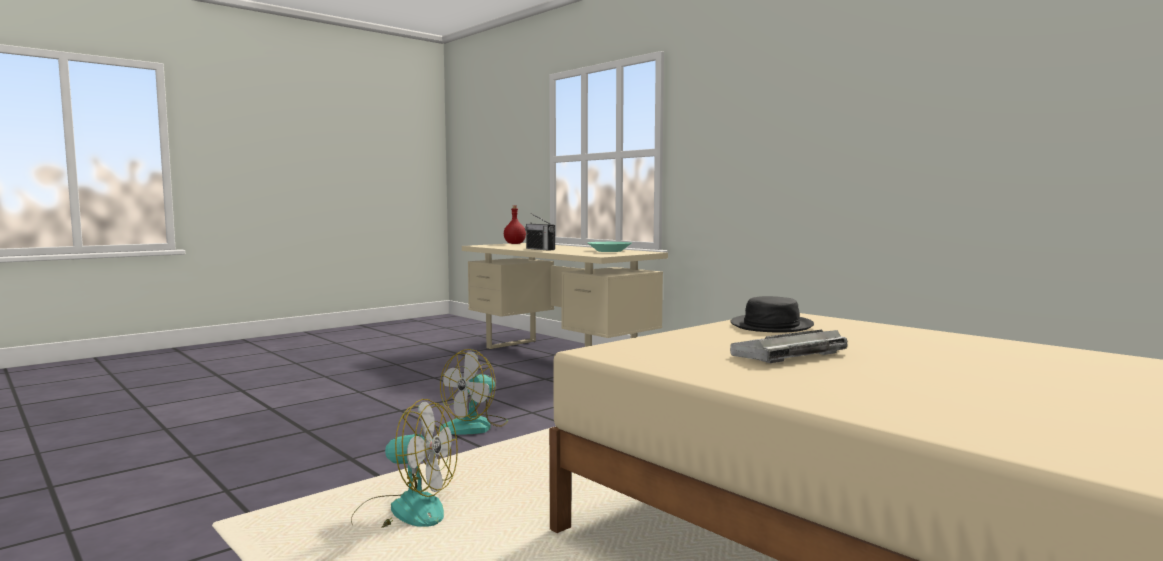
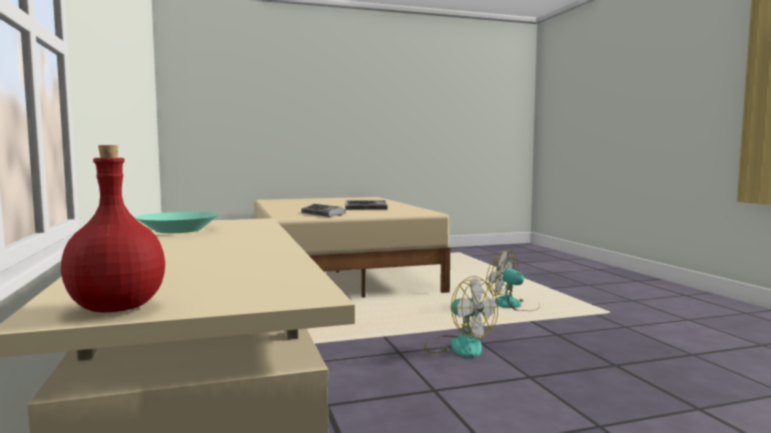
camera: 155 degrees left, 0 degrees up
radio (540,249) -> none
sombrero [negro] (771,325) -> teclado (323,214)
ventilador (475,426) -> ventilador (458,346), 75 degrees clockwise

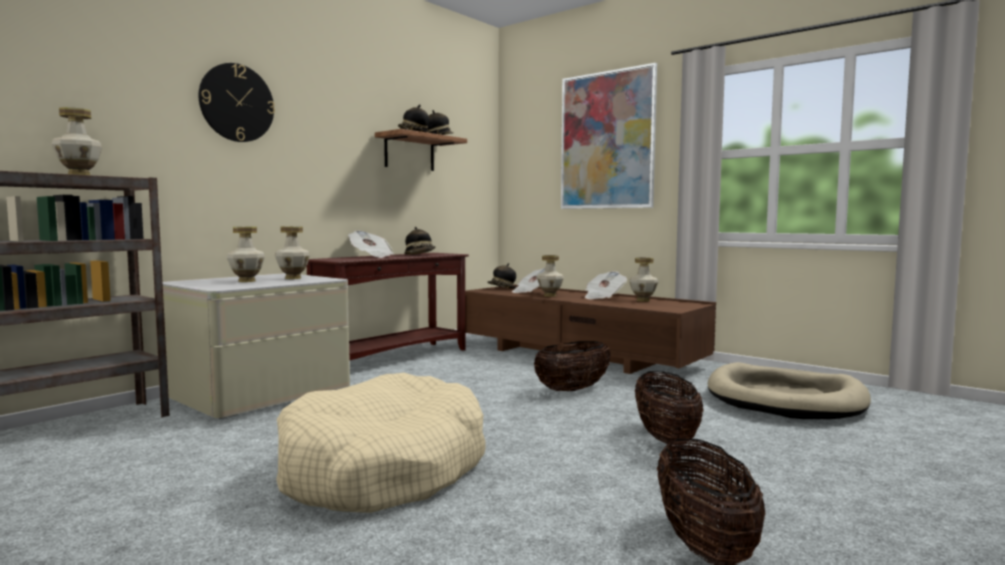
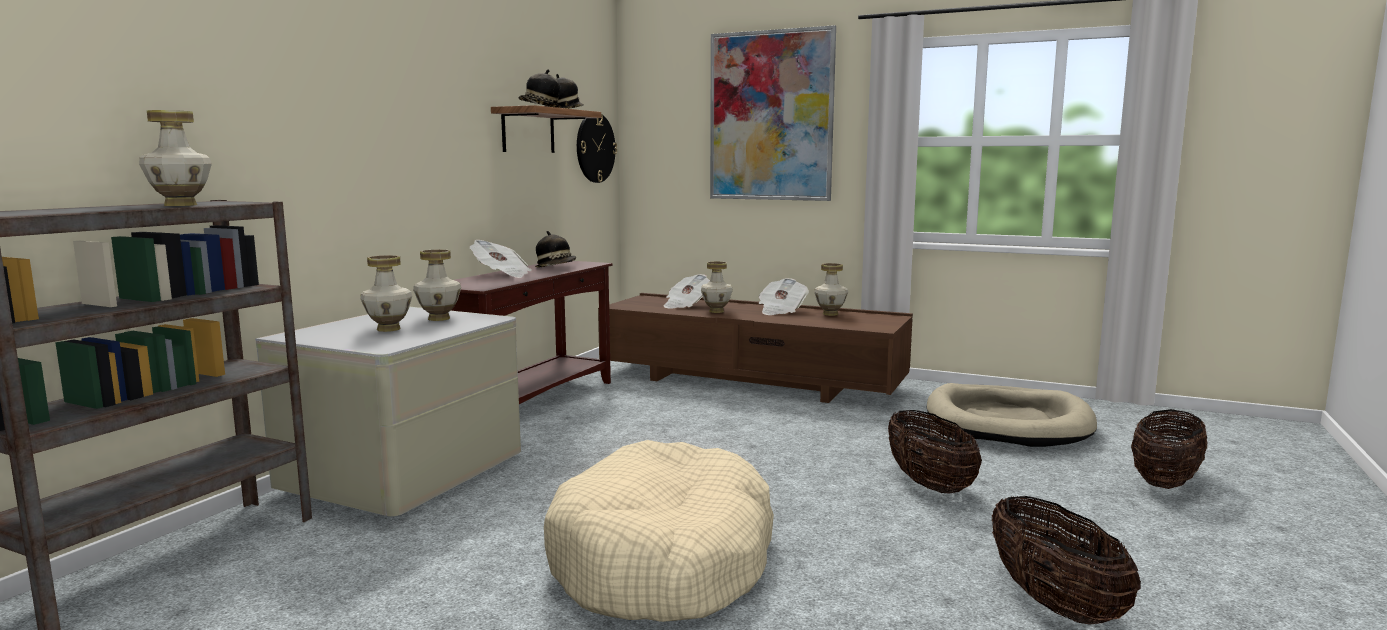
camera: 15 degrees left, 5 degrees up
sombrero (502,288) -> none
reloj de pared (237,103) -> reloj de pared (595,148), shifted
cesta (572,390) -> cesta (1164,482), shifted

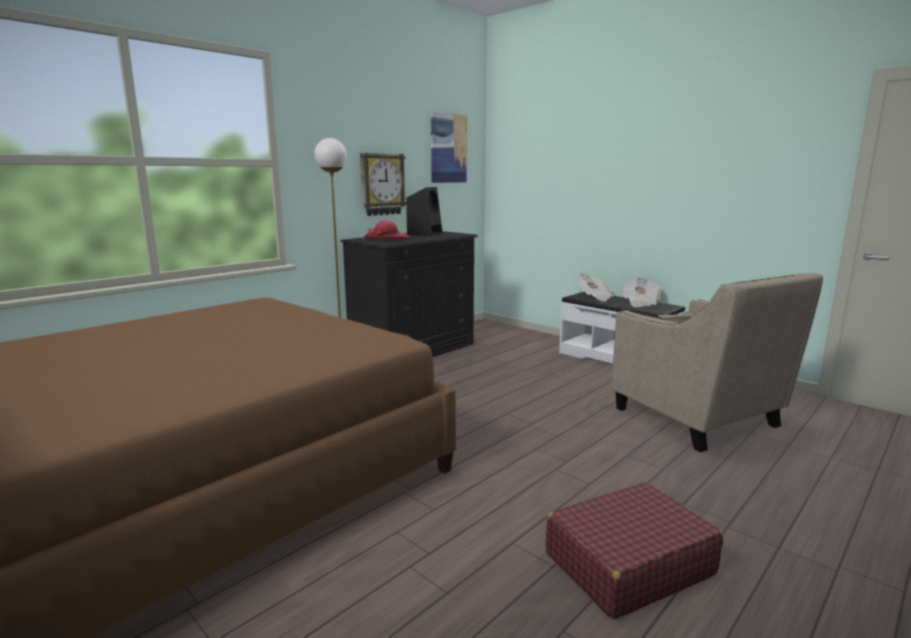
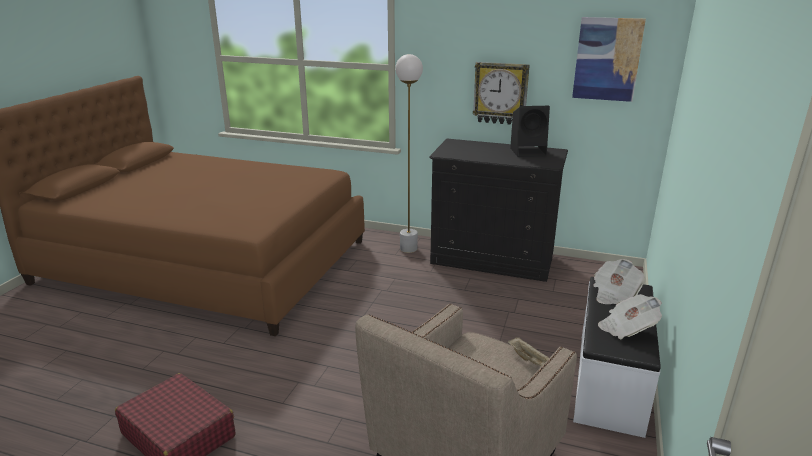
camera: 65 degrees right, 10 degrees up
sombrero (387,239) -> none

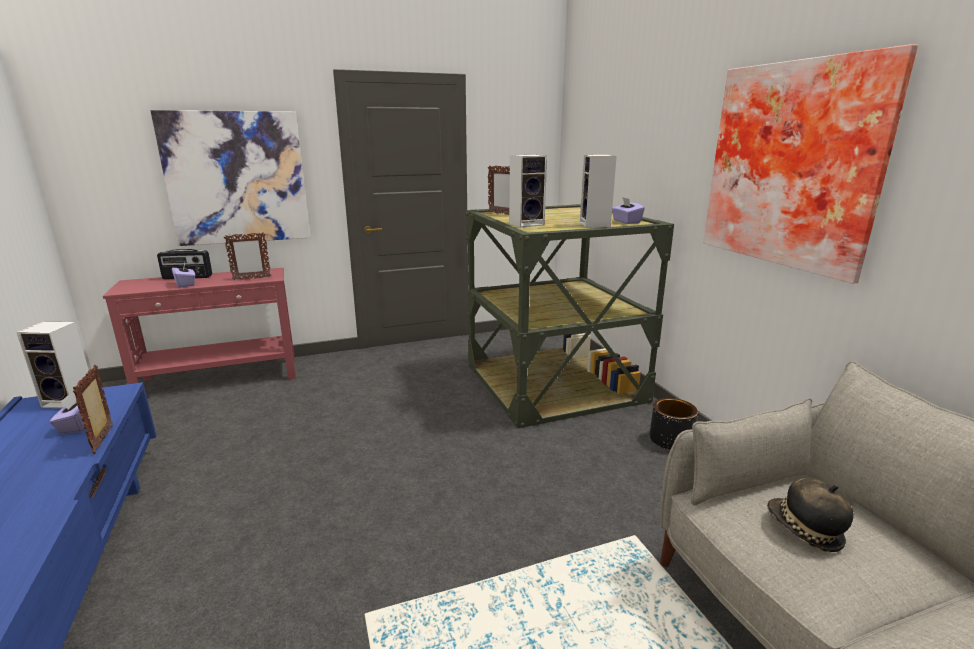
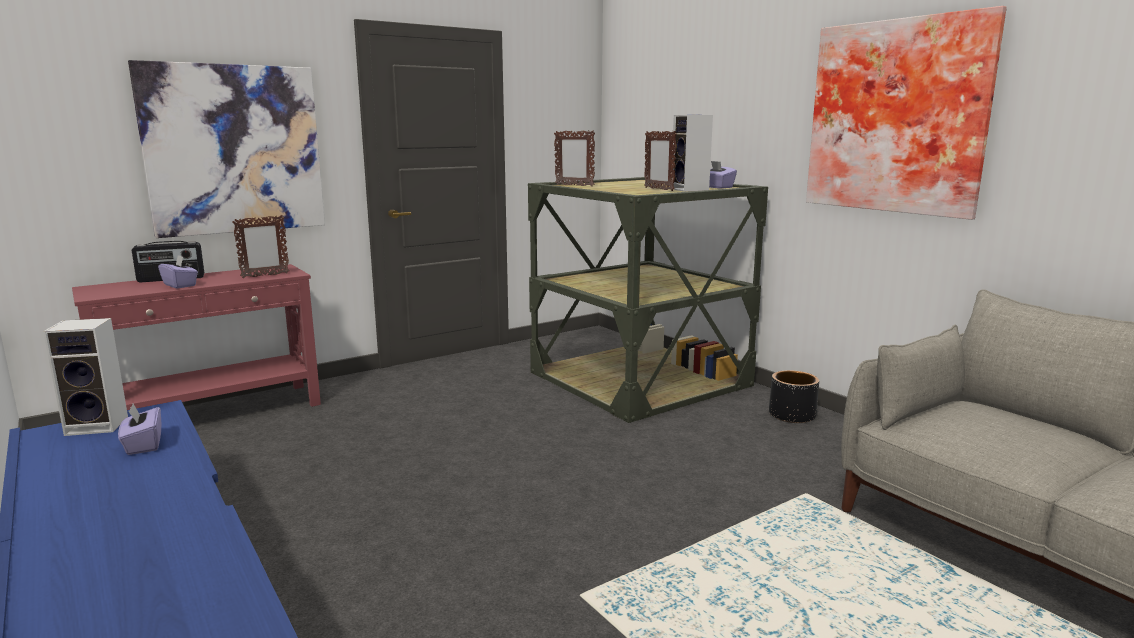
camera: 15 degrees left, 5 degrees down
altavoz (527,224) -> none
sombrero (804,530) -> none
portarretratos (104,439) -> portarretratos (658,189), shifted

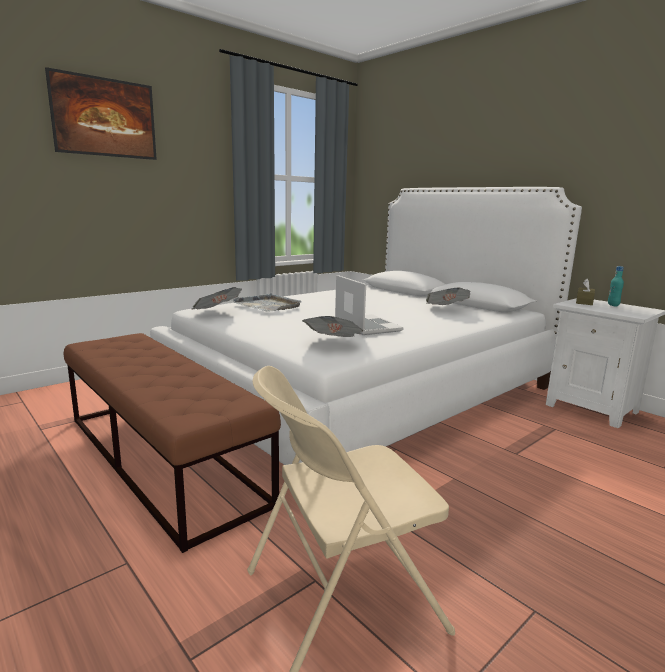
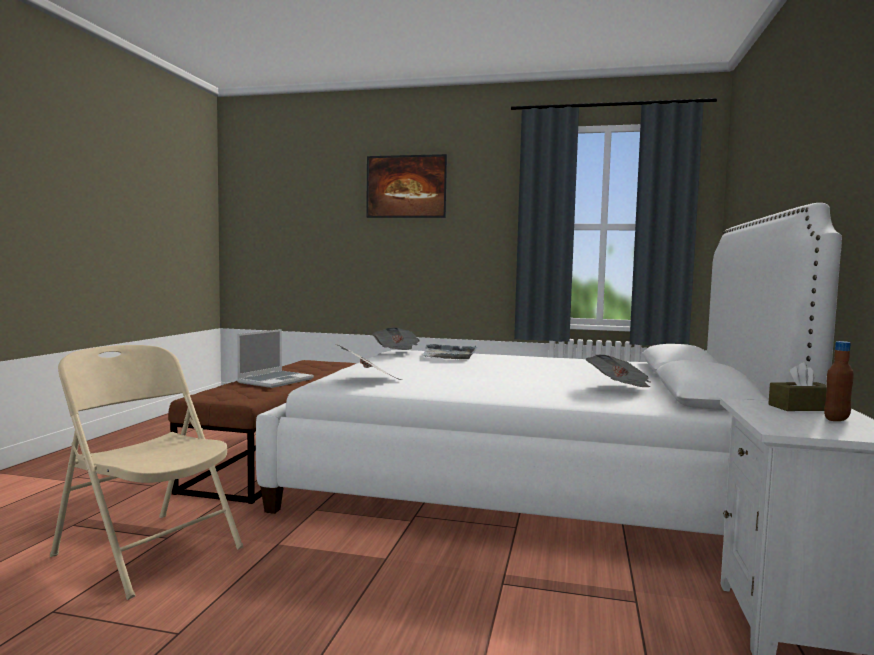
camera: 55 degrees right, 10 degrees down
portátil (365,326) -> portátil (275,380), shifted
botella [turquesa] (613,305) -> botella [marrón] (836,419)

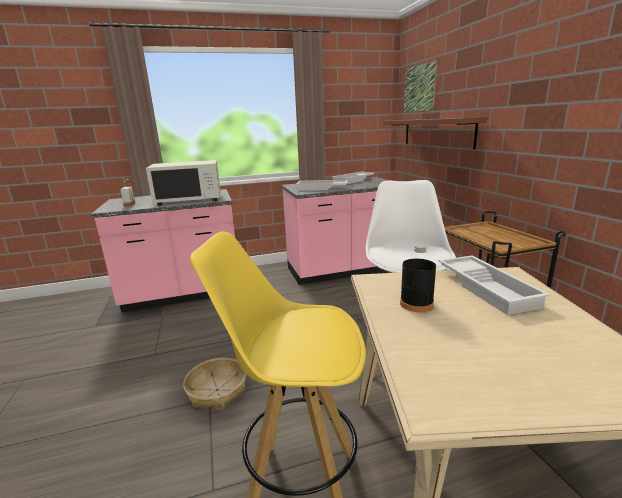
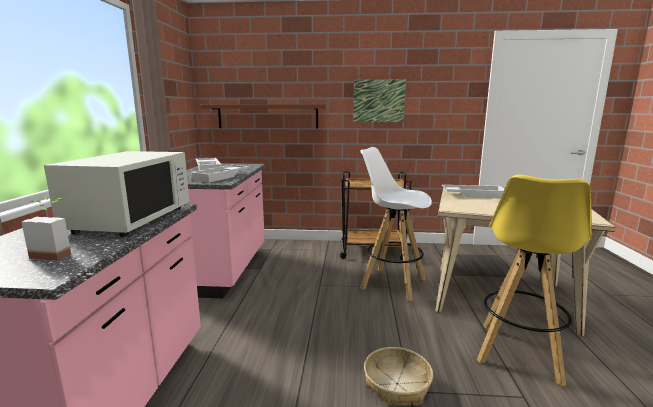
camera: 70 degrees left, 5 degrees down
botella [negro] (416,304) -> none
cuadro (419,88) -> cuadro (379,100), shifted

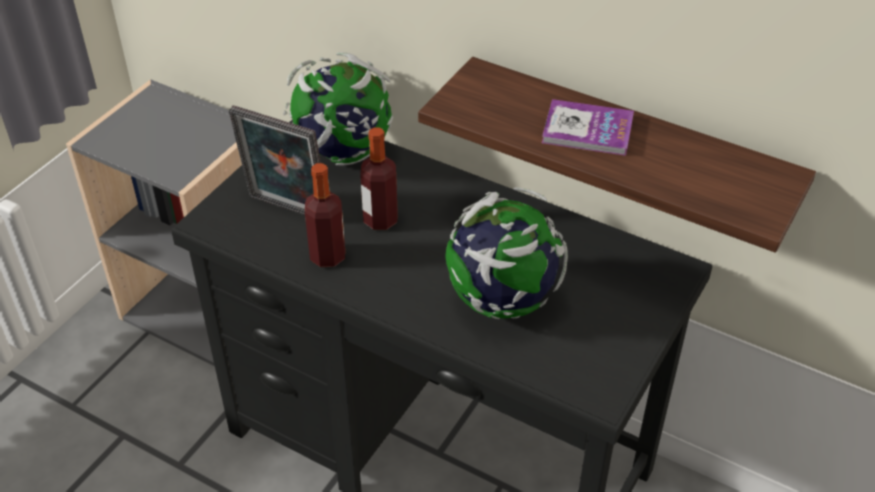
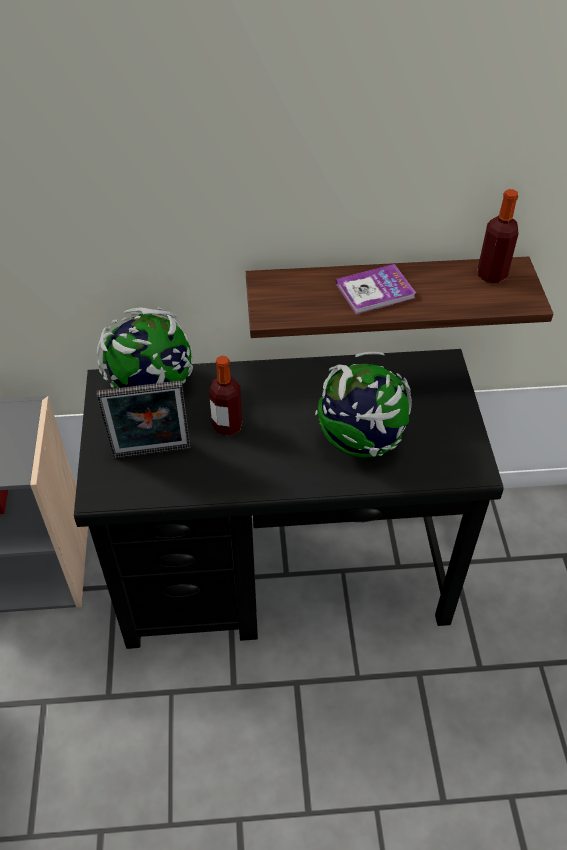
camera: 35 degrees left, 5 degrees up
botella (328,256) -> botella (491,275), shifted

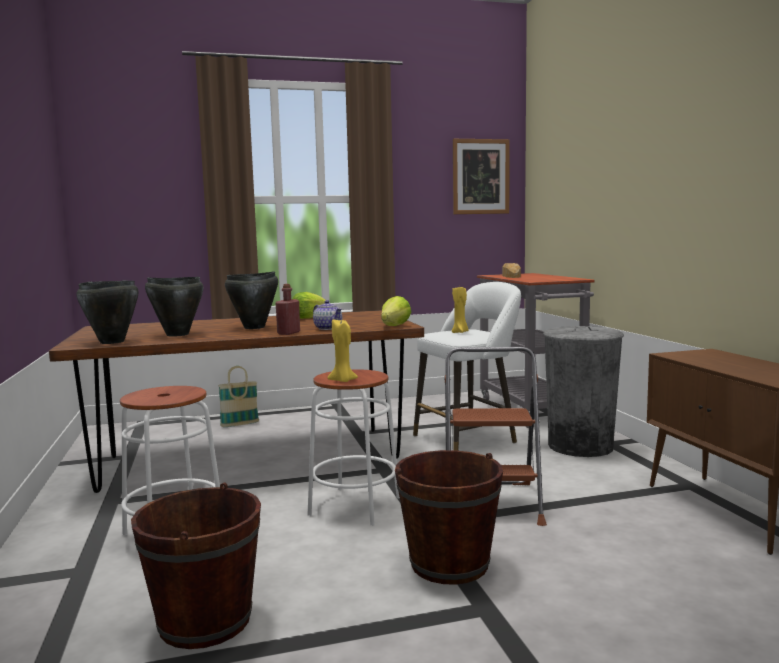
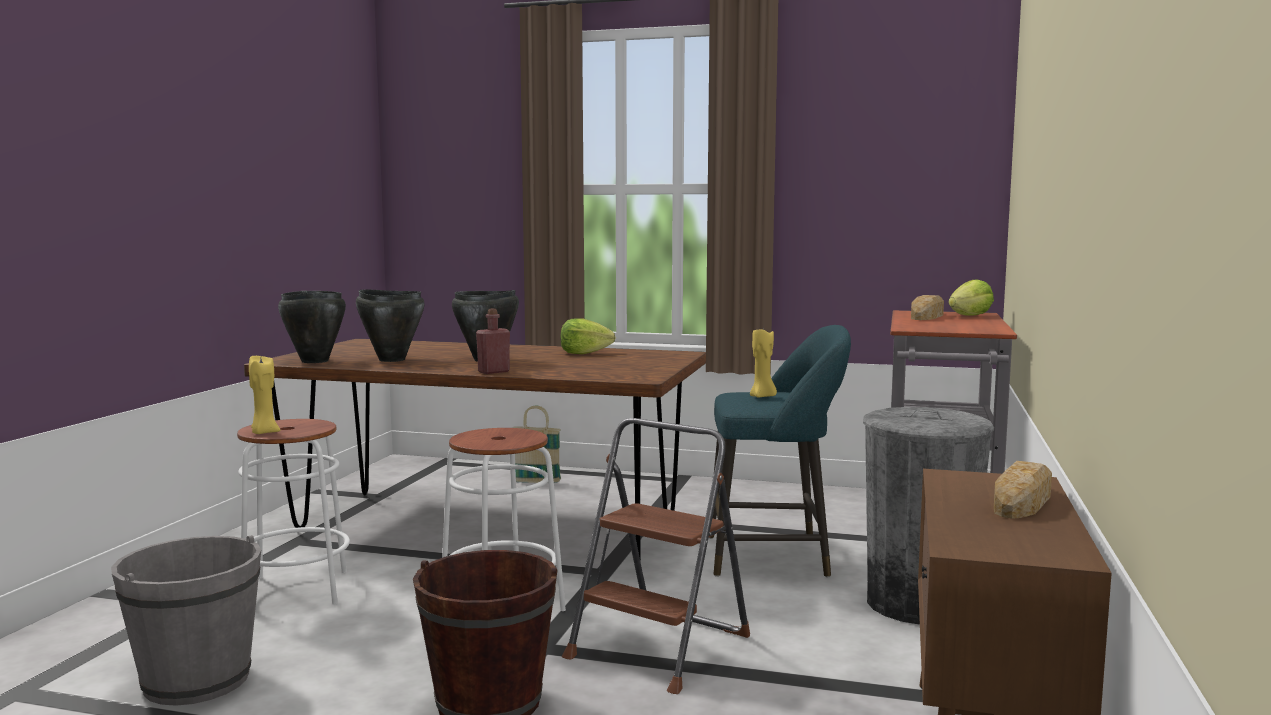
camera: 30 degrees right, 0 degrees up
tetera (328,328) -> none
cuadro (480,176) -> none
none -> pan (1023,501)
vela [amarillo] (343,381) -> vela [amarillo] (264,432), shifted
lechuga (394,326) -> lechuga (969,316), shifted
cubo [marrón] (205,621) -> cubo [gris] (196,681)
taburete [blanco] (469,438) -> taburete [turquesa] (775,556)

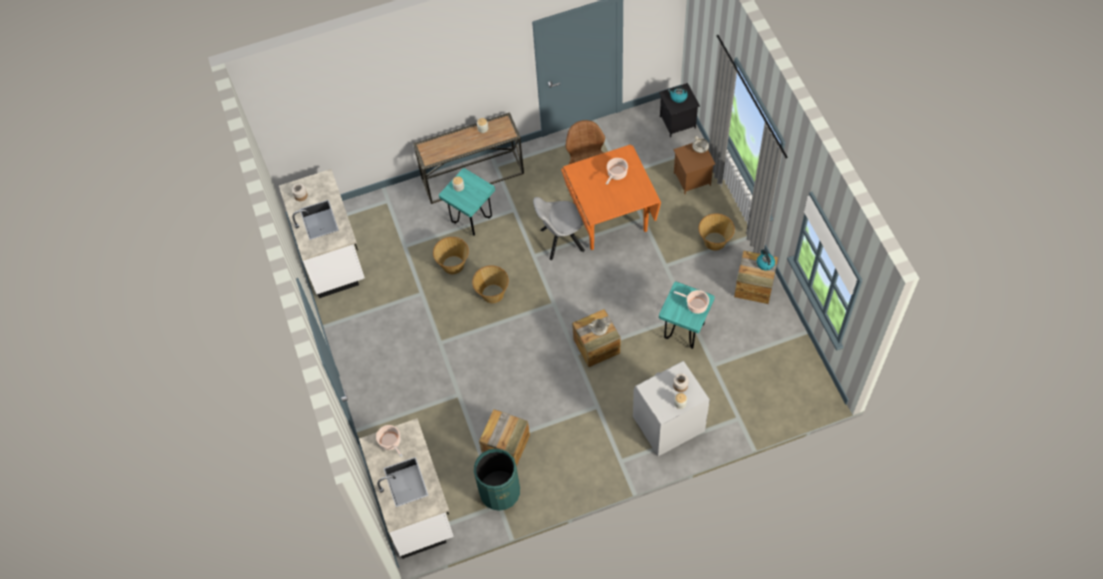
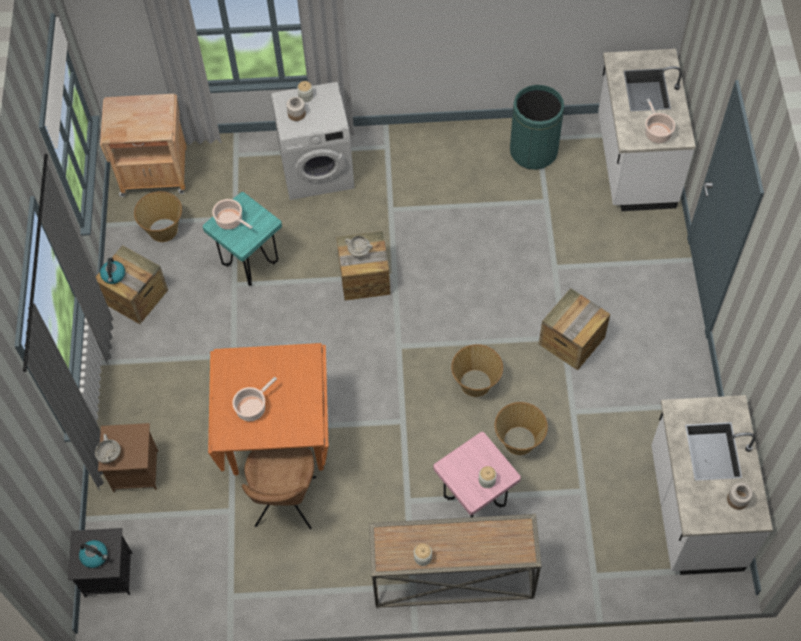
camera: 165 degrees left, 0 degrees up
silla [gris] (560,240) -> none
none -> carrito [marrón] (156,174)
caja de embalaje (506,445) -> caja de embalaje (571,340), shifted
cesta (714,241) -> cesta (163,229), shifted
taburete [turquesa] (472,220) -> taburete [rosa] (474,503)

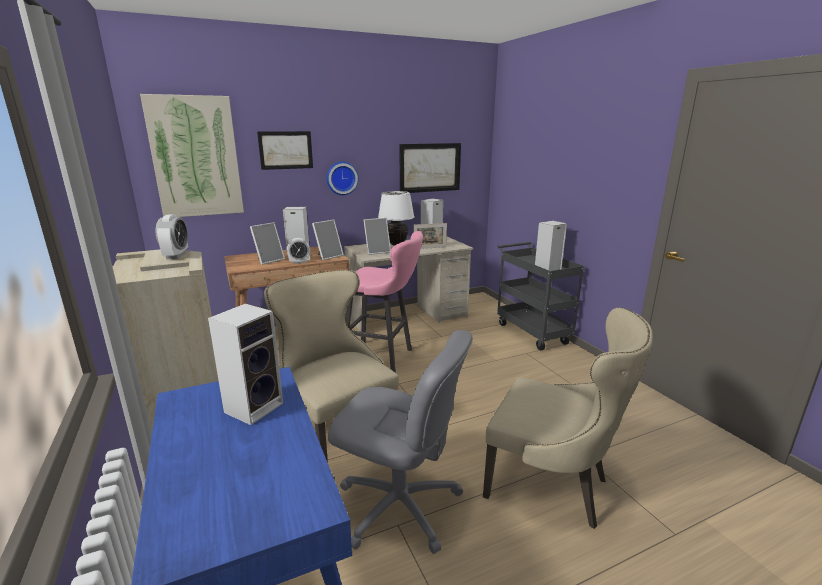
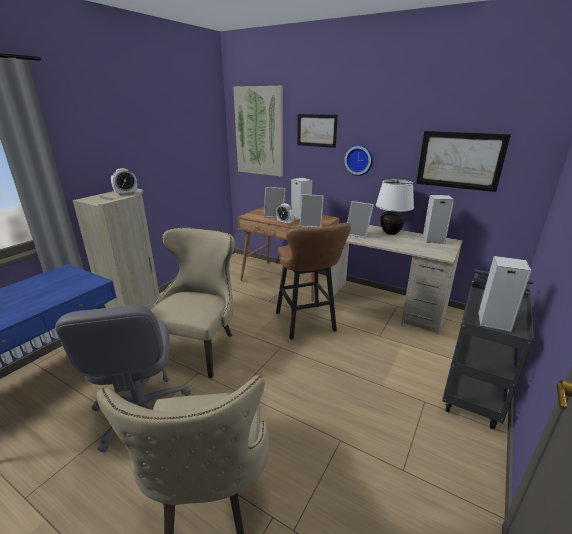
camera: 55 degrees right, 5 degrees up
altavoz (255,406) -> none
portarretratos (430,248) -> none
taburete [rosa] (385,358) -> taburete [marrón] (307,325)

